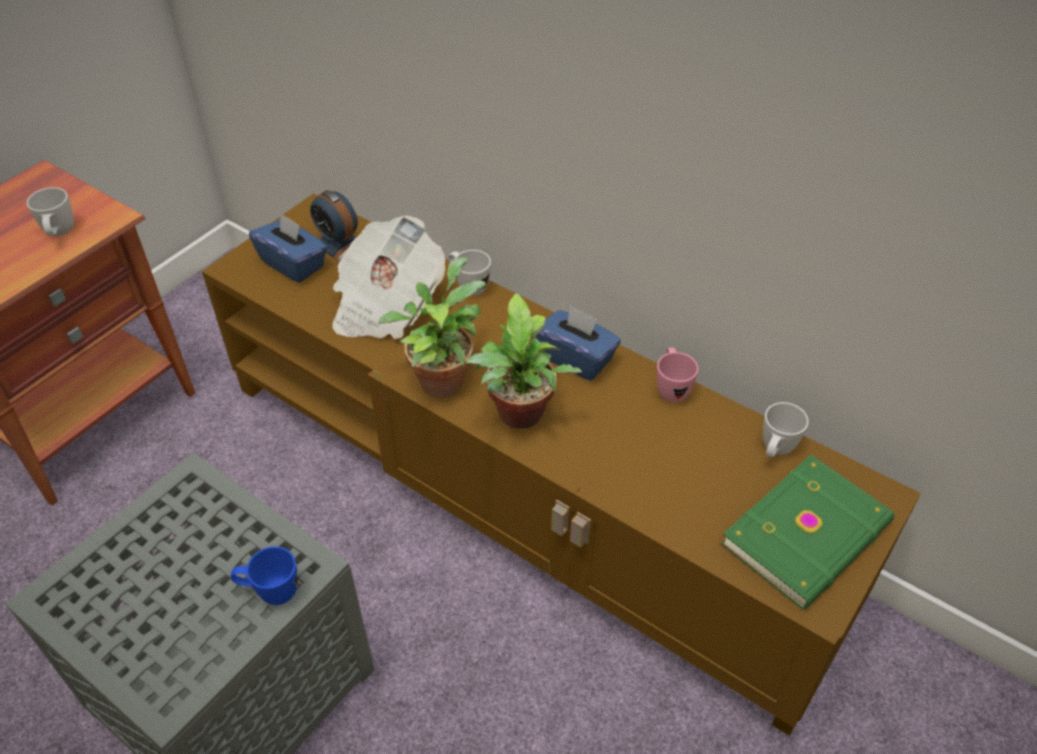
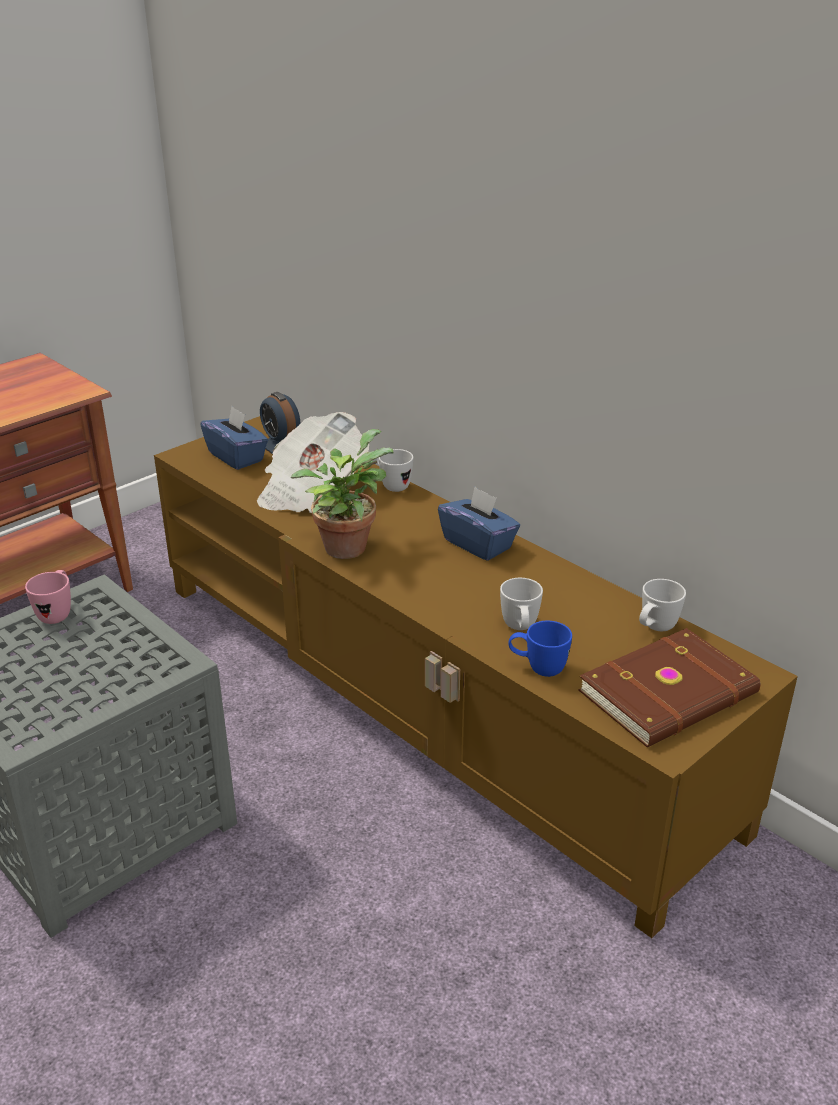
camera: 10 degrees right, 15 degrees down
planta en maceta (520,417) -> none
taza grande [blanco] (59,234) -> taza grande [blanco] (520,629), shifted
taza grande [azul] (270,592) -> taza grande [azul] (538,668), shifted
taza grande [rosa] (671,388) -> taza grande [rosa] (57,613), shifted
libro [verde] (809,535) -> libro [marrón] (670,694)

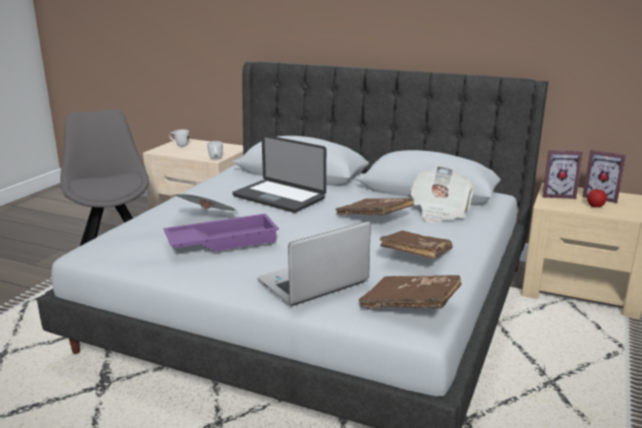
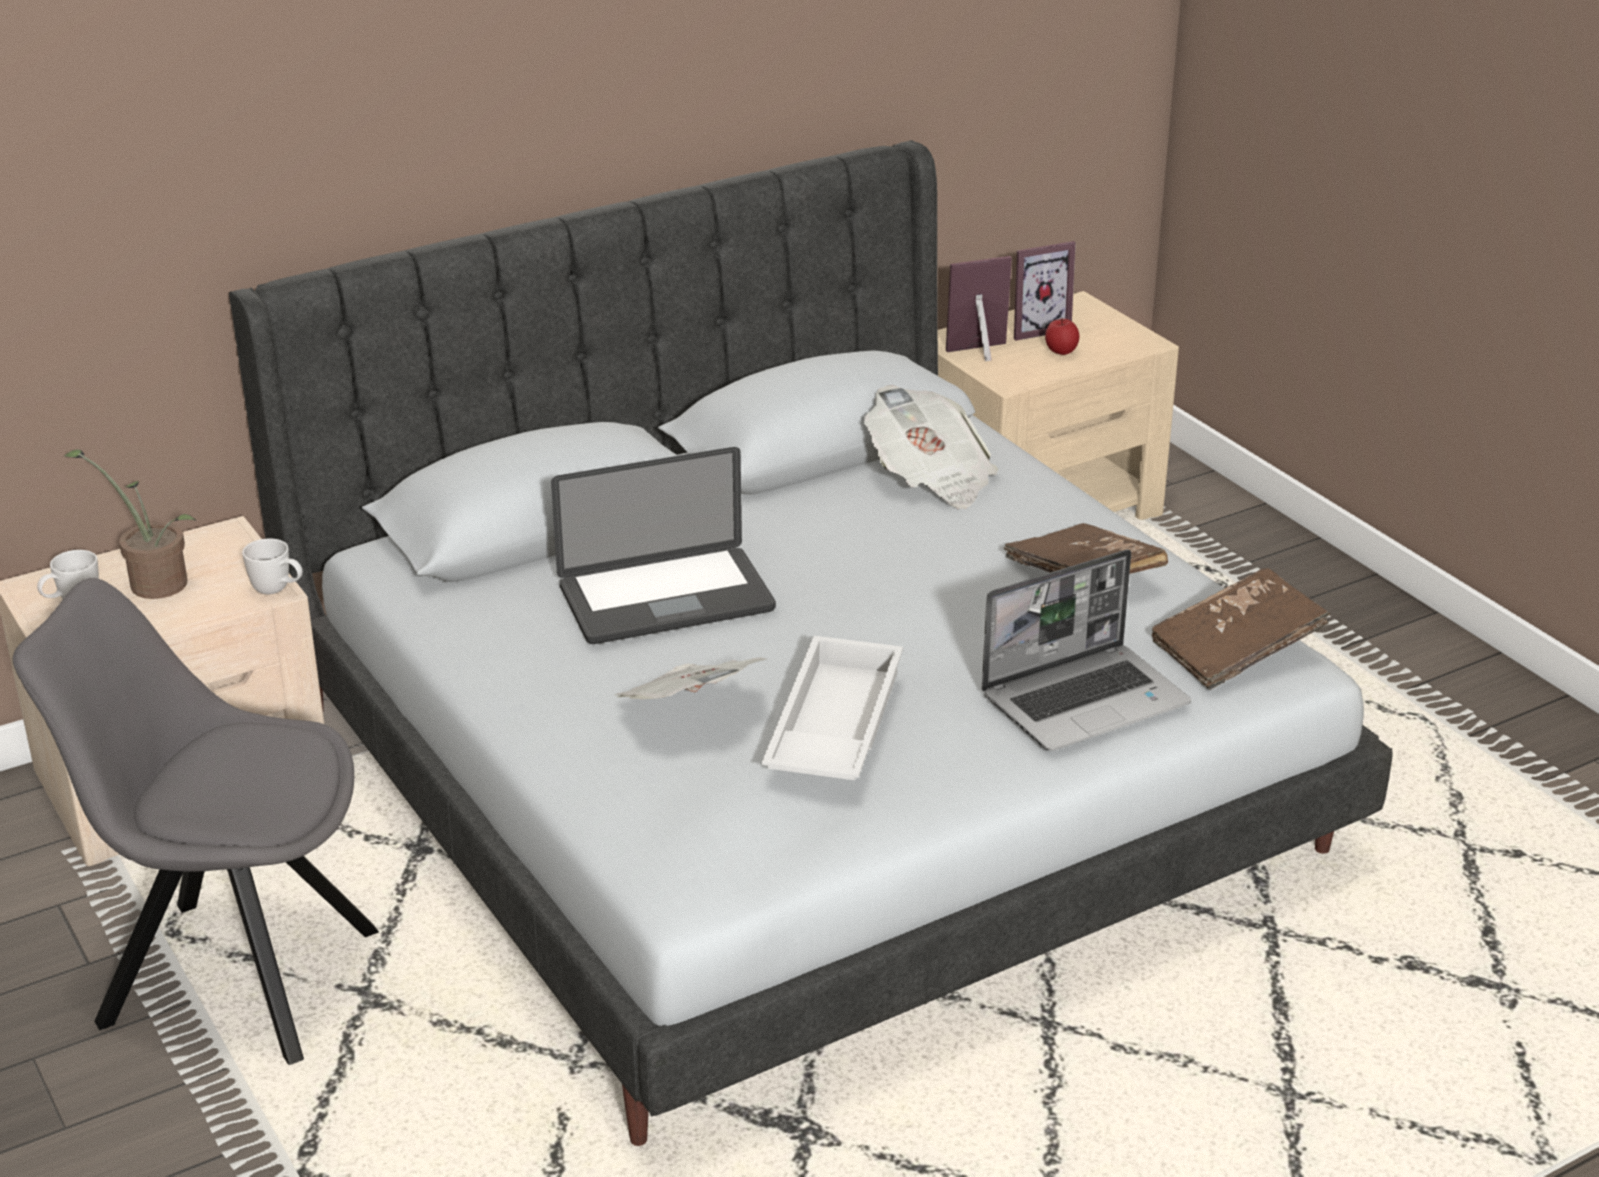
camera: 55 degrees left, 10 degrees up
libro [marrón] (374,218) -> none
none -> planta en maceta (152,581)
bandeja [morado] (222,241) -> bandeja [blanco] (831,726)
portátil (312,283) -> portátil (1086,700), 120 degrees counterclockwise
portarretratos (557,195) -> portarretratos (982,354), 150 degrees counterclockwise

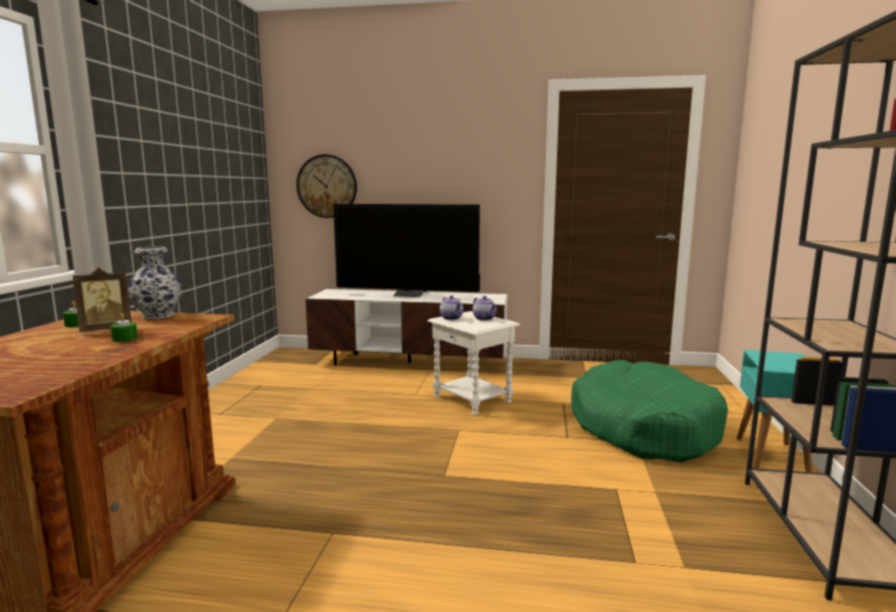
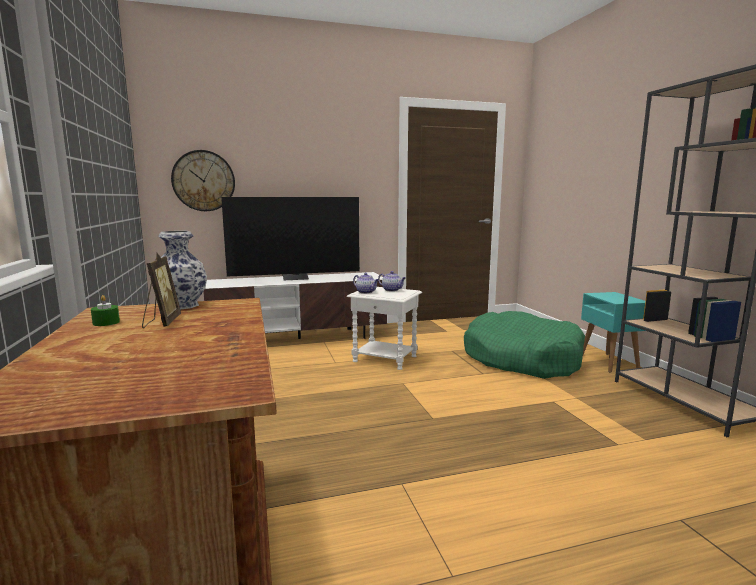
camera: 25 degrees left, 0 degrees up
vela [verde] (125,339) -> none
portarretratos (107,330) -> portarretratos (161,323), 45 degrees counterclockwise

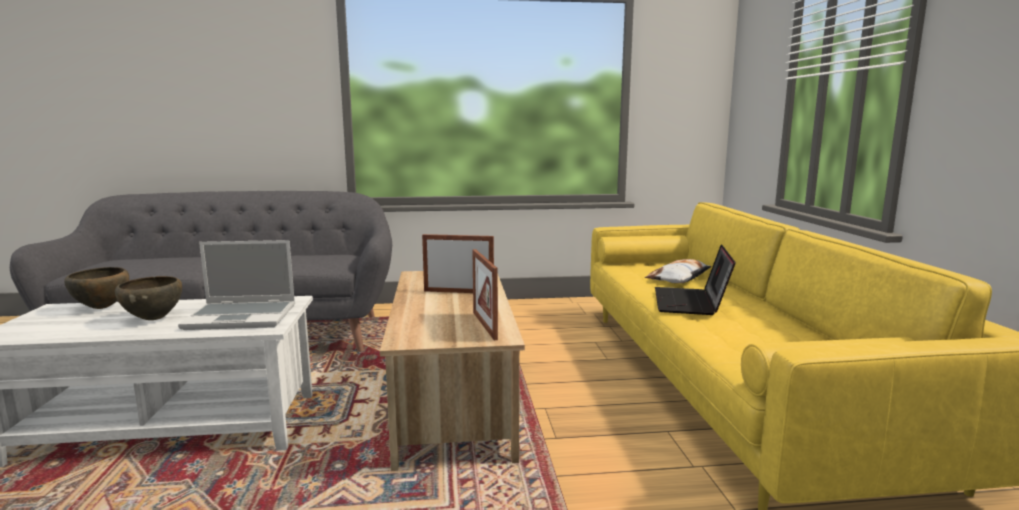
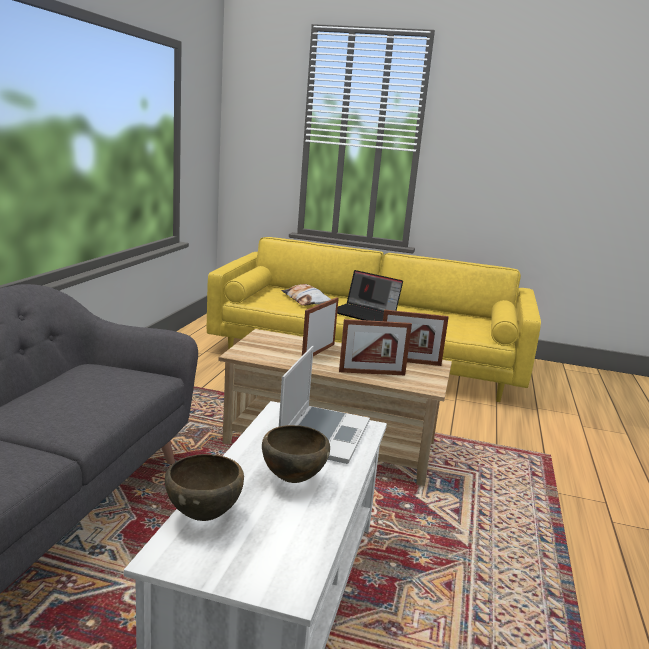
camera: 70 degrees left, 5 degrees up
none -> portarretratos (372,373)

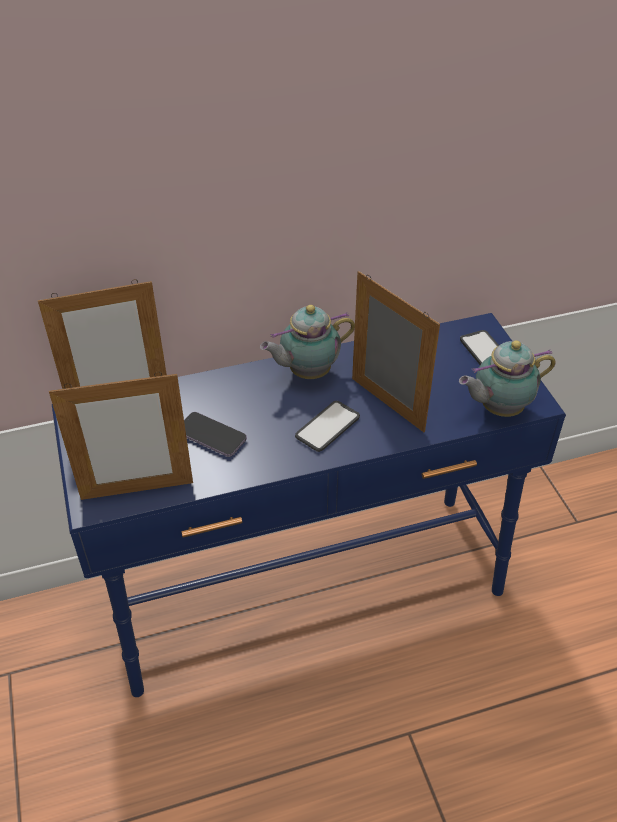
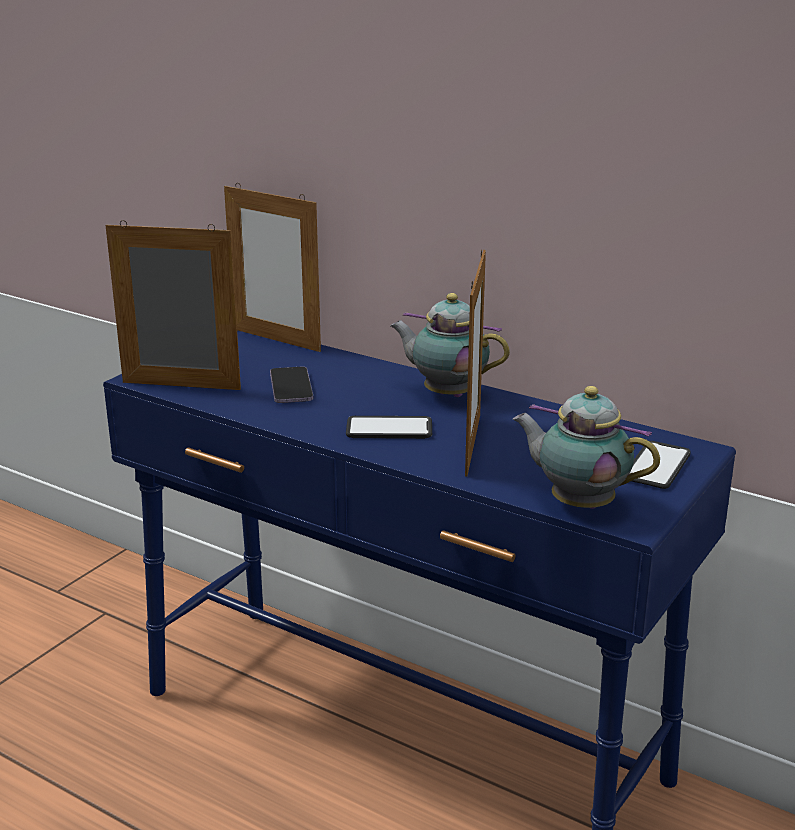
camera: 50 degrees right, 20 degrees down
portarretratos (137,490) -> portarretratos (181,386), 150 degrees clockwise

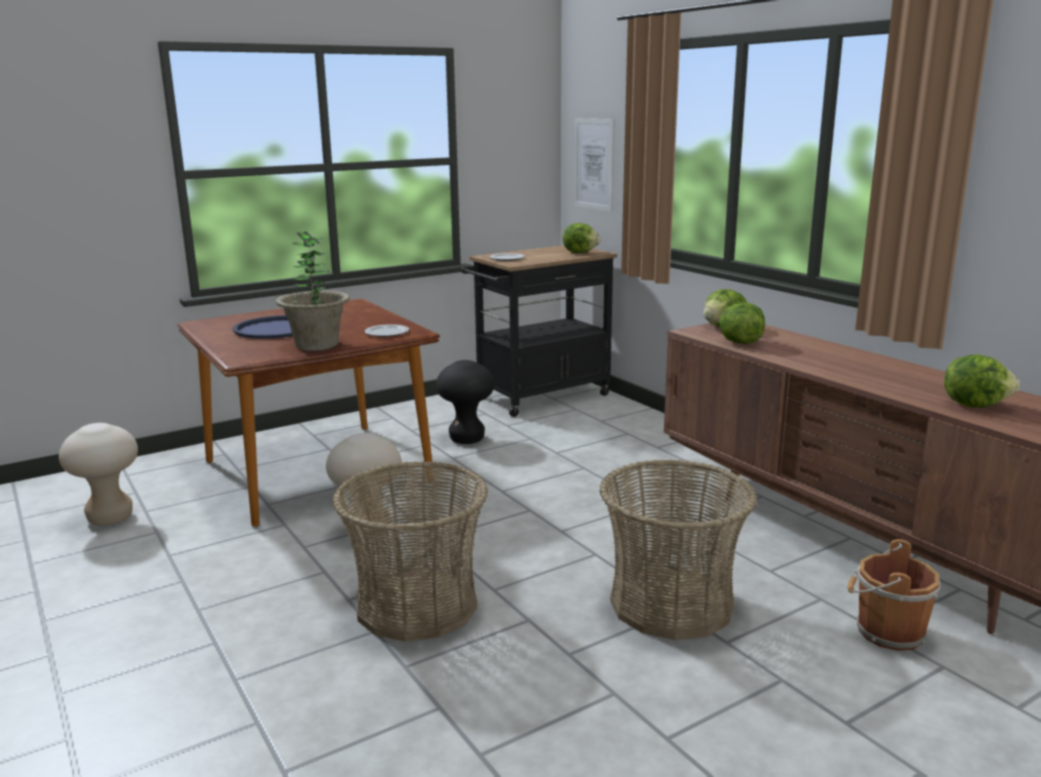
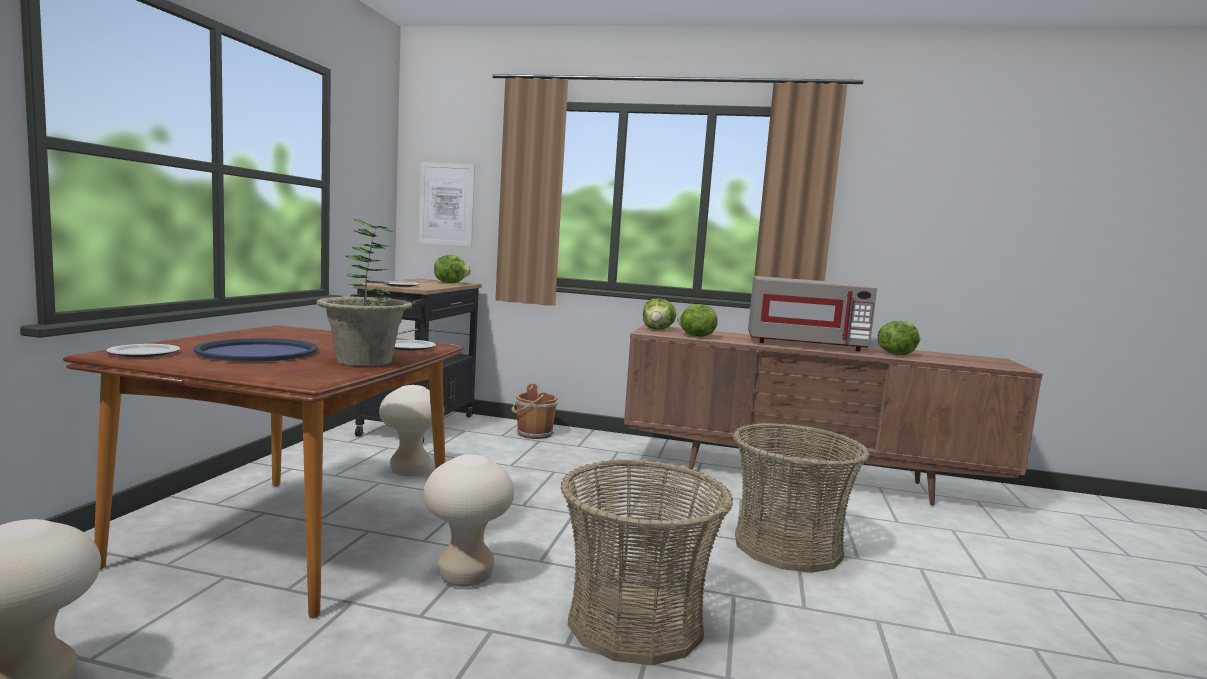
camera: 45 degrees left, 10 degrees down
none -> plato (142,353)
none -> microondas [gris] (805,344)
cubo [marrón] (886,632) -> cubo [marrón] (533,434), shifted
taburete [negro] (467,439) -> taburete [beis] (410,471)

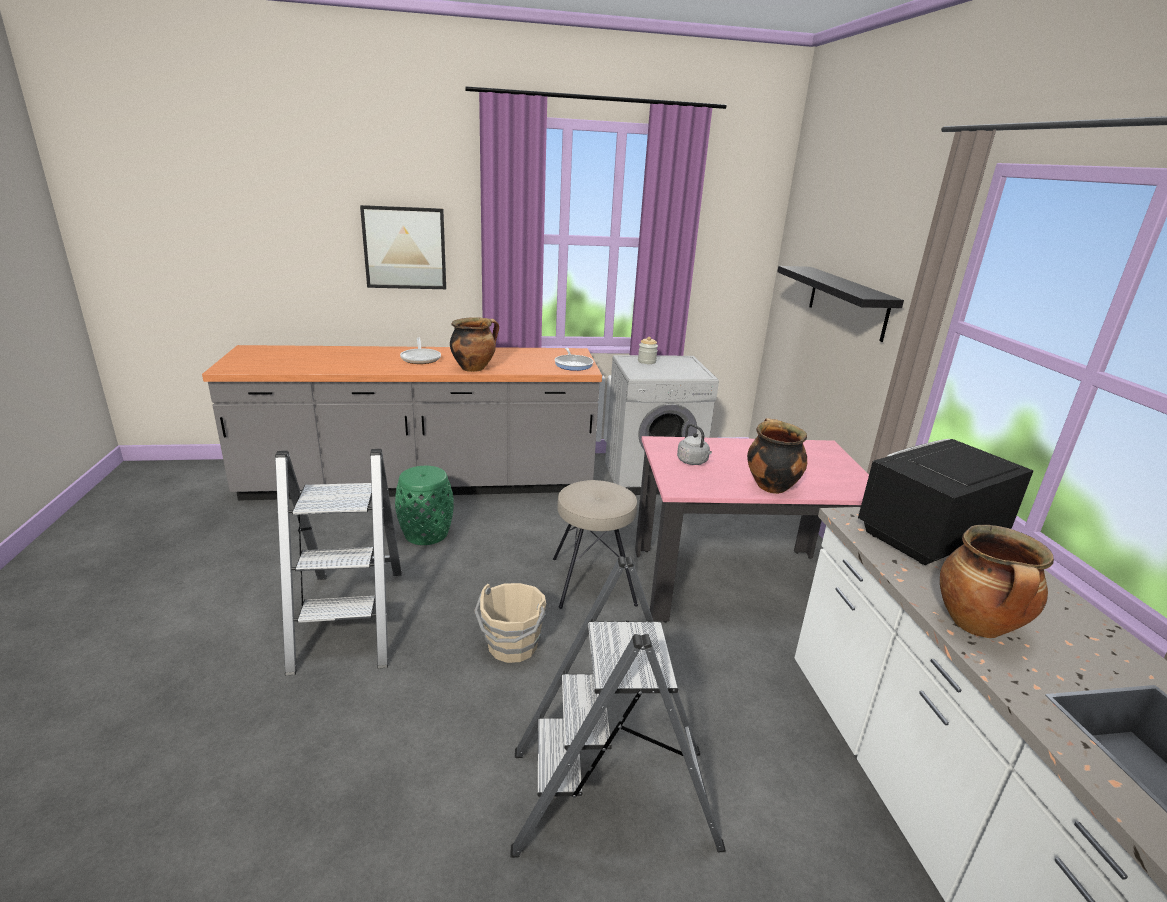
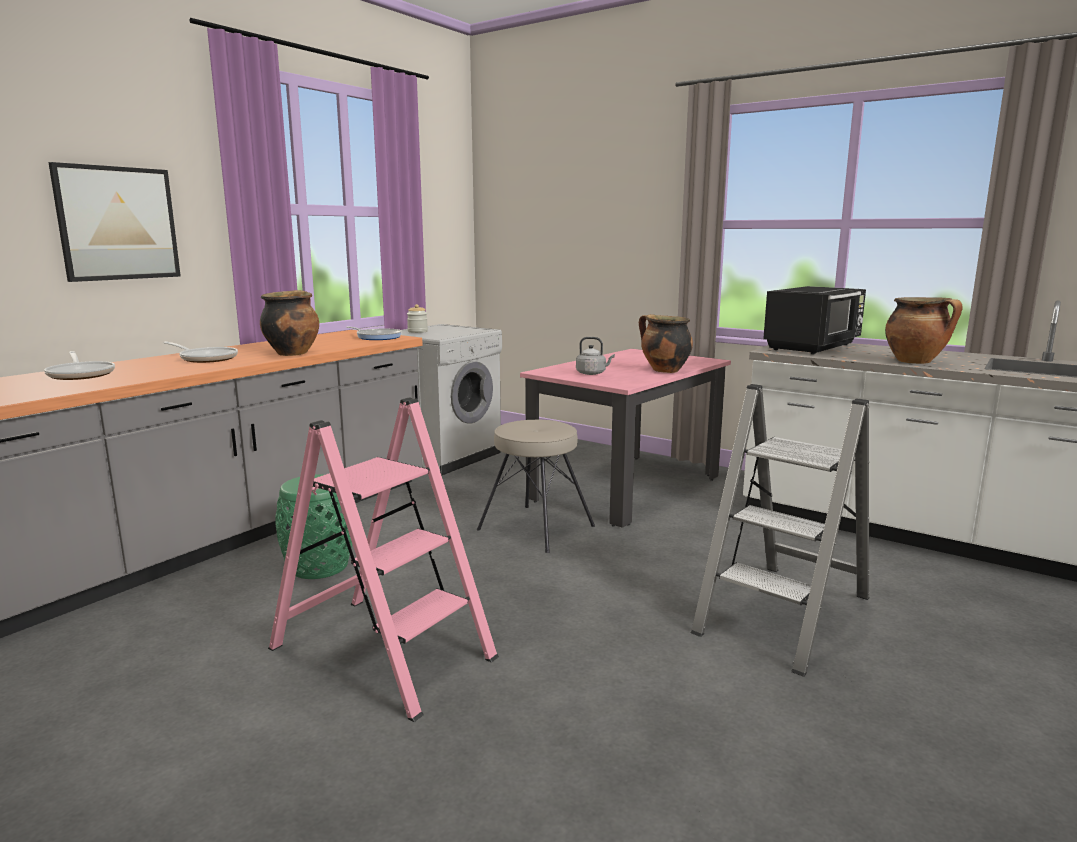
camera: 45 degrees left, 10 degrees down
cubo [beis] (512,647) -> none
estante [negro] (847,302) -> none
none -> sartén (81,374)
escalera de tijera [gris] (350,616) -> escalera de tijera [rosa] (380,651)
microondas [negro] (928,534) -> microondas [negro] (813,347), 150 degrees counterclockwise

